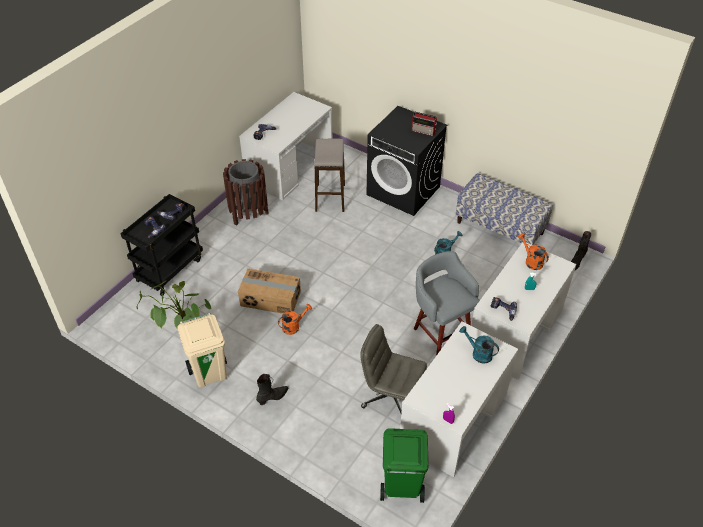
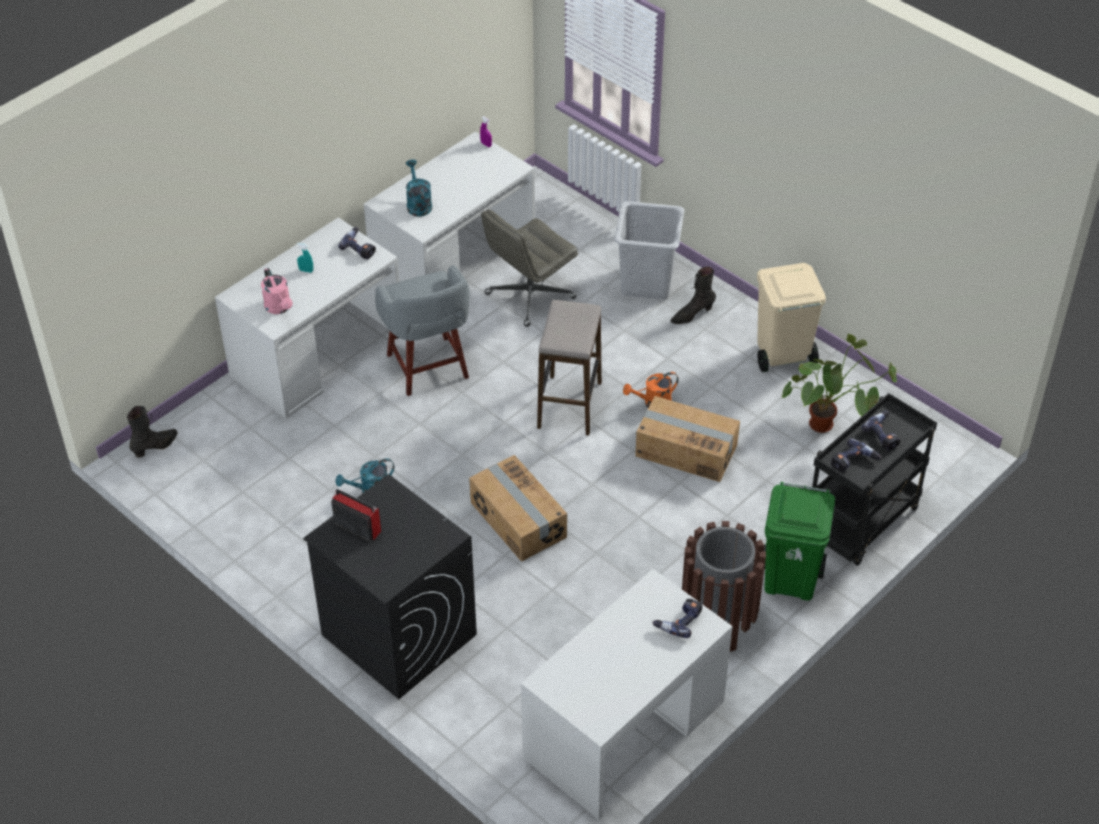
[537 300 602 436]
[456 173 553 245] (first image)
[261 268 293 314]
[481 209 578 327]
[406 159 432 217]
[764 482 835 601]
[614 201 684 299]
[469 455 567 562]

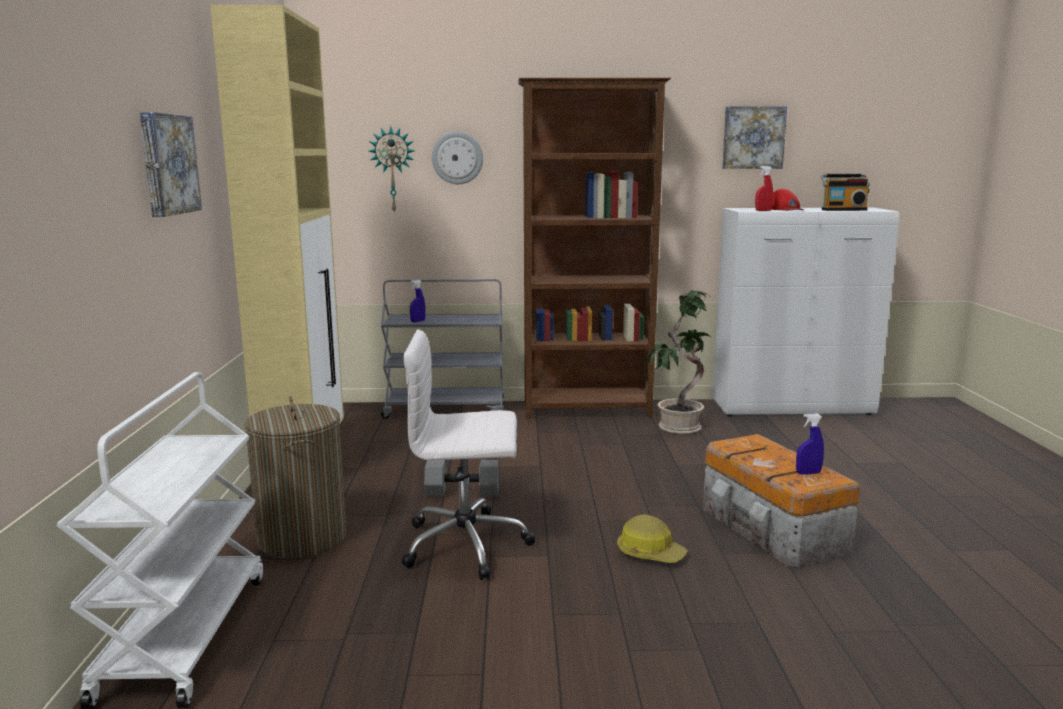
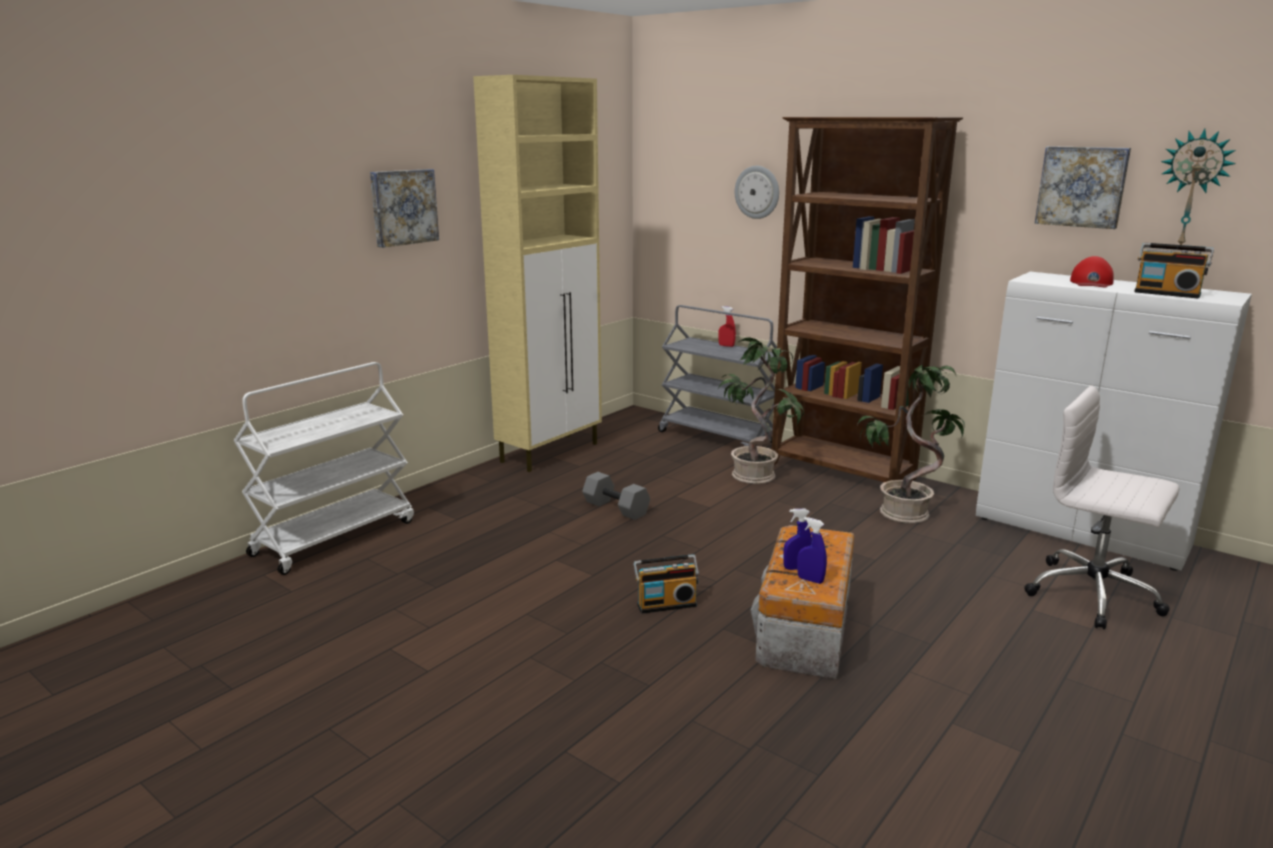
[1161 128 1236 245]
[718 306 736 347]
[783 509 812 570]
[1025 385 1179 629]
[245 396 347 559] (first image)
[634 554 699 614]
[718 338 804 484]

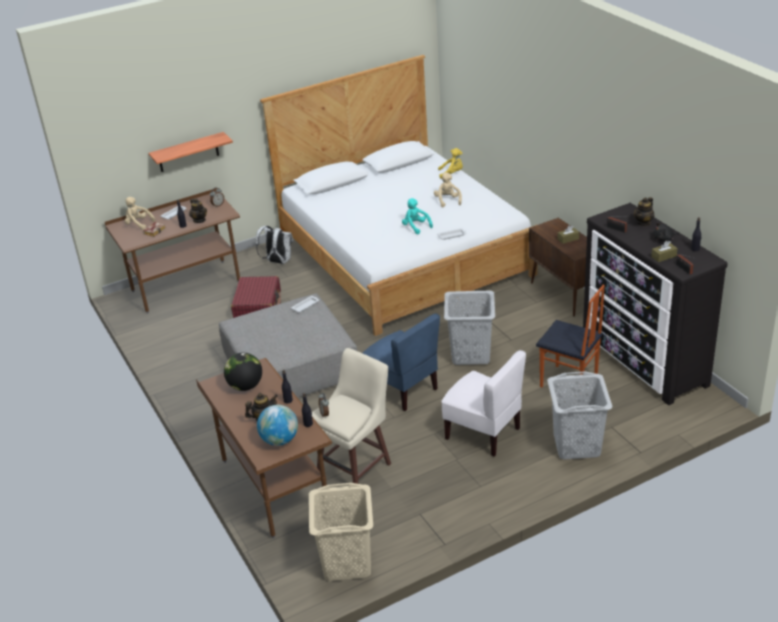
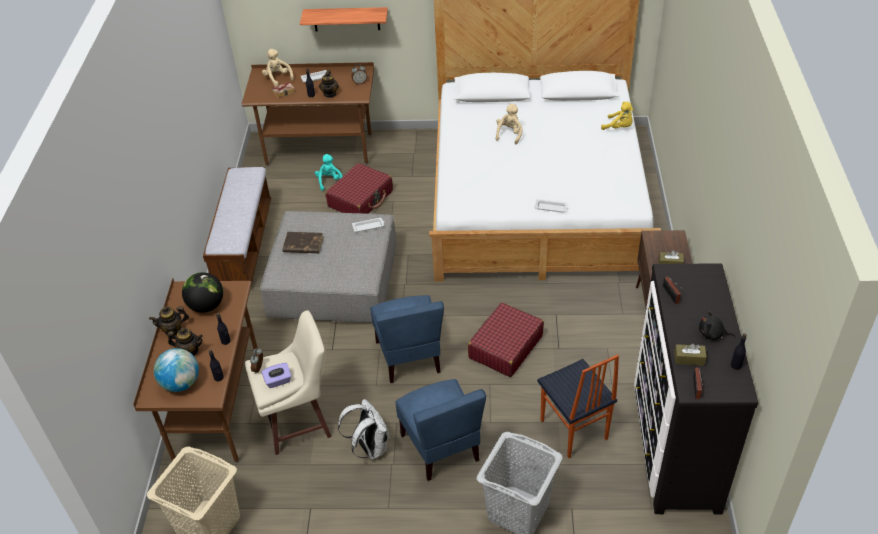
[496 104 523 144]
[149 306 189 335]
[315 154 342 191]
[338 399 390 460]
[468 303 544 377]
[395 379 486 481]
[203 167 271 285]
[282 232 323 253]
[262 363 291 388]

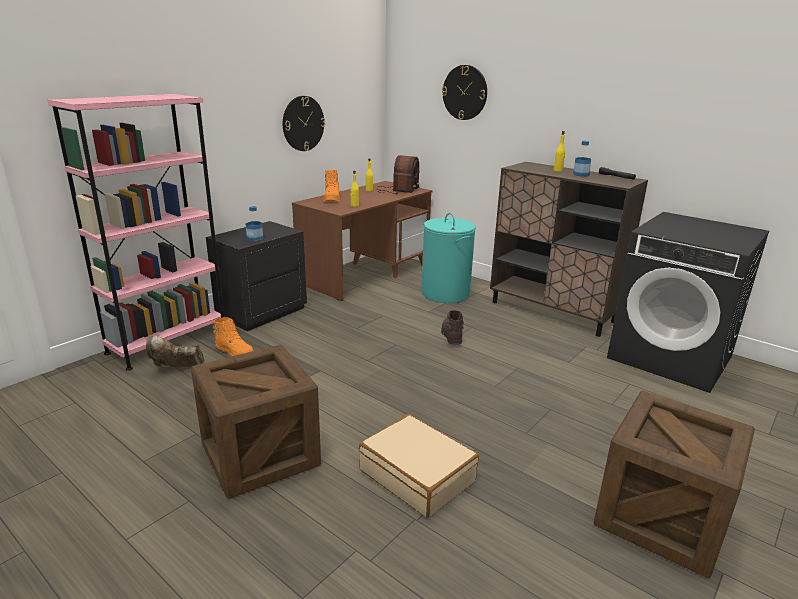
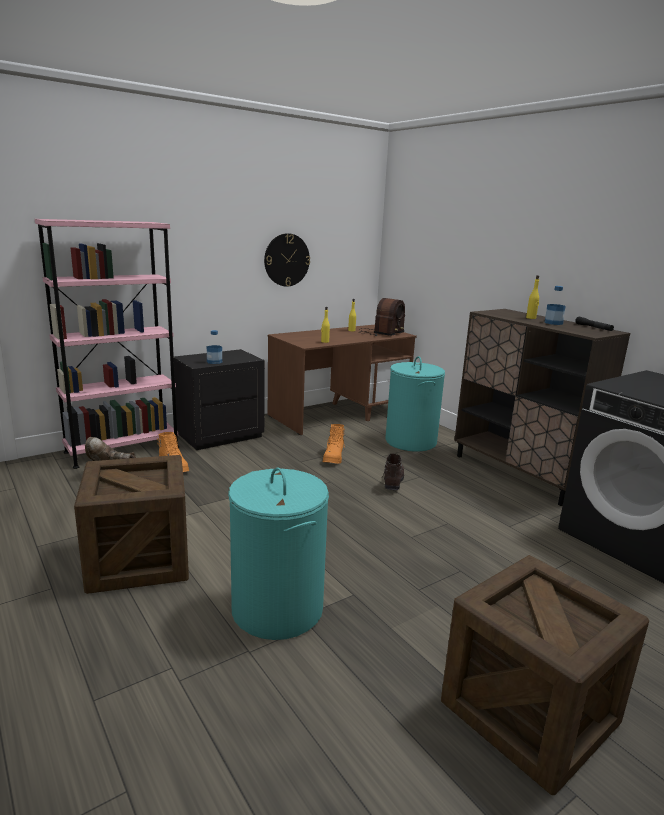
[442 65 487 120] (first image)
[323 424 345 464]
[228 468 329 640]

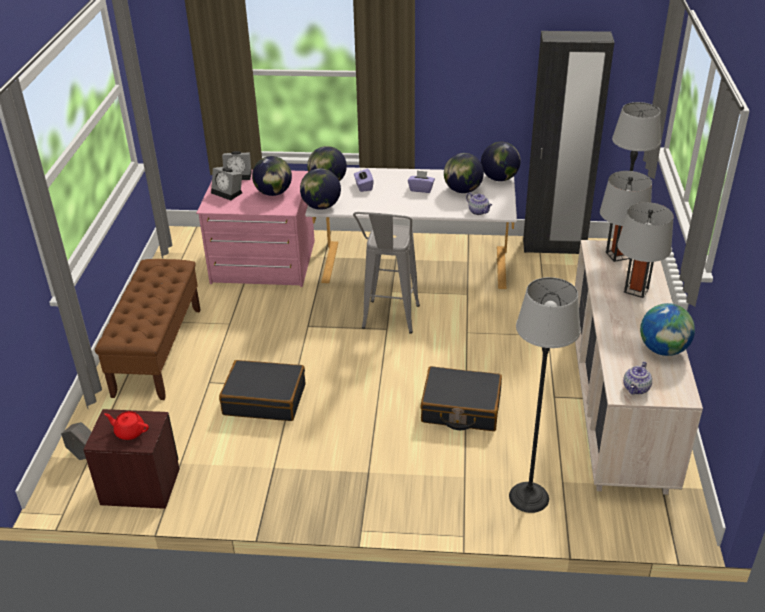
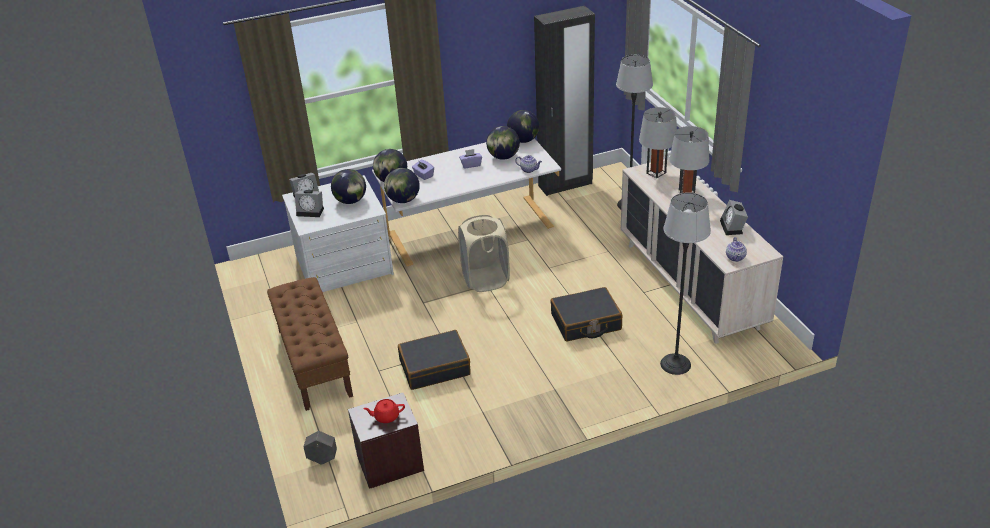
[282 175 394 292]
[458 215 510 292]
[720 200 748 235]

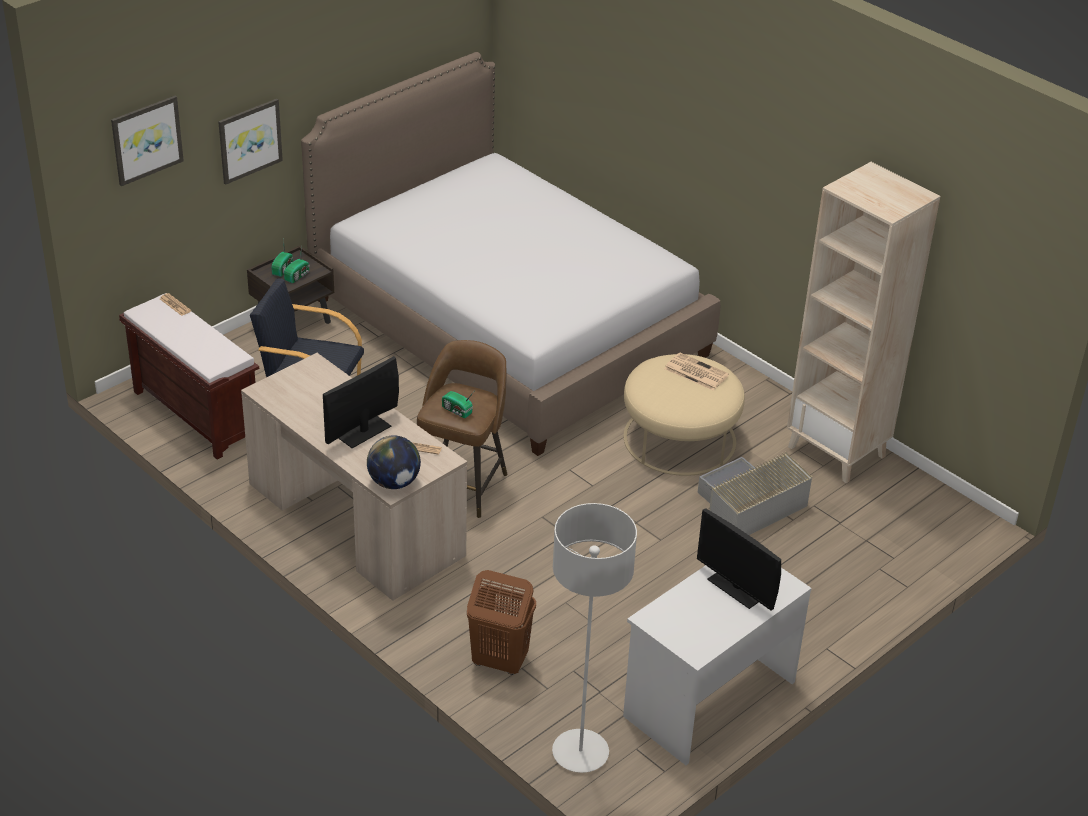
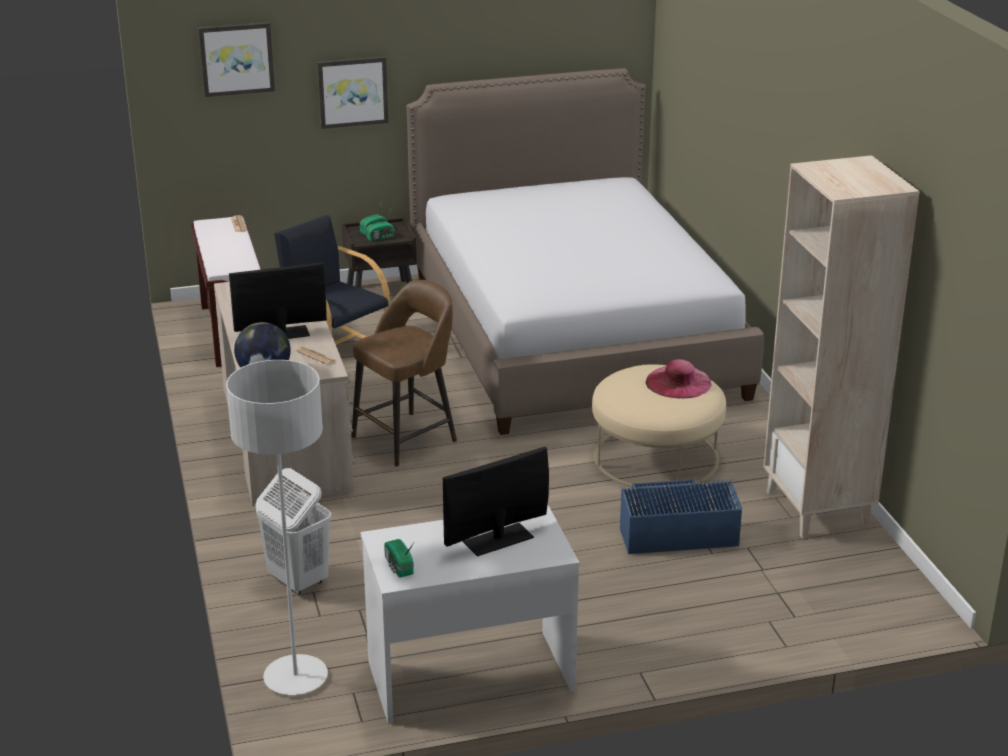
[646 359 711 398]
[384 539 414 578]
[620 478 742 554]
[443 447 549 556]
[255 468 332 594]

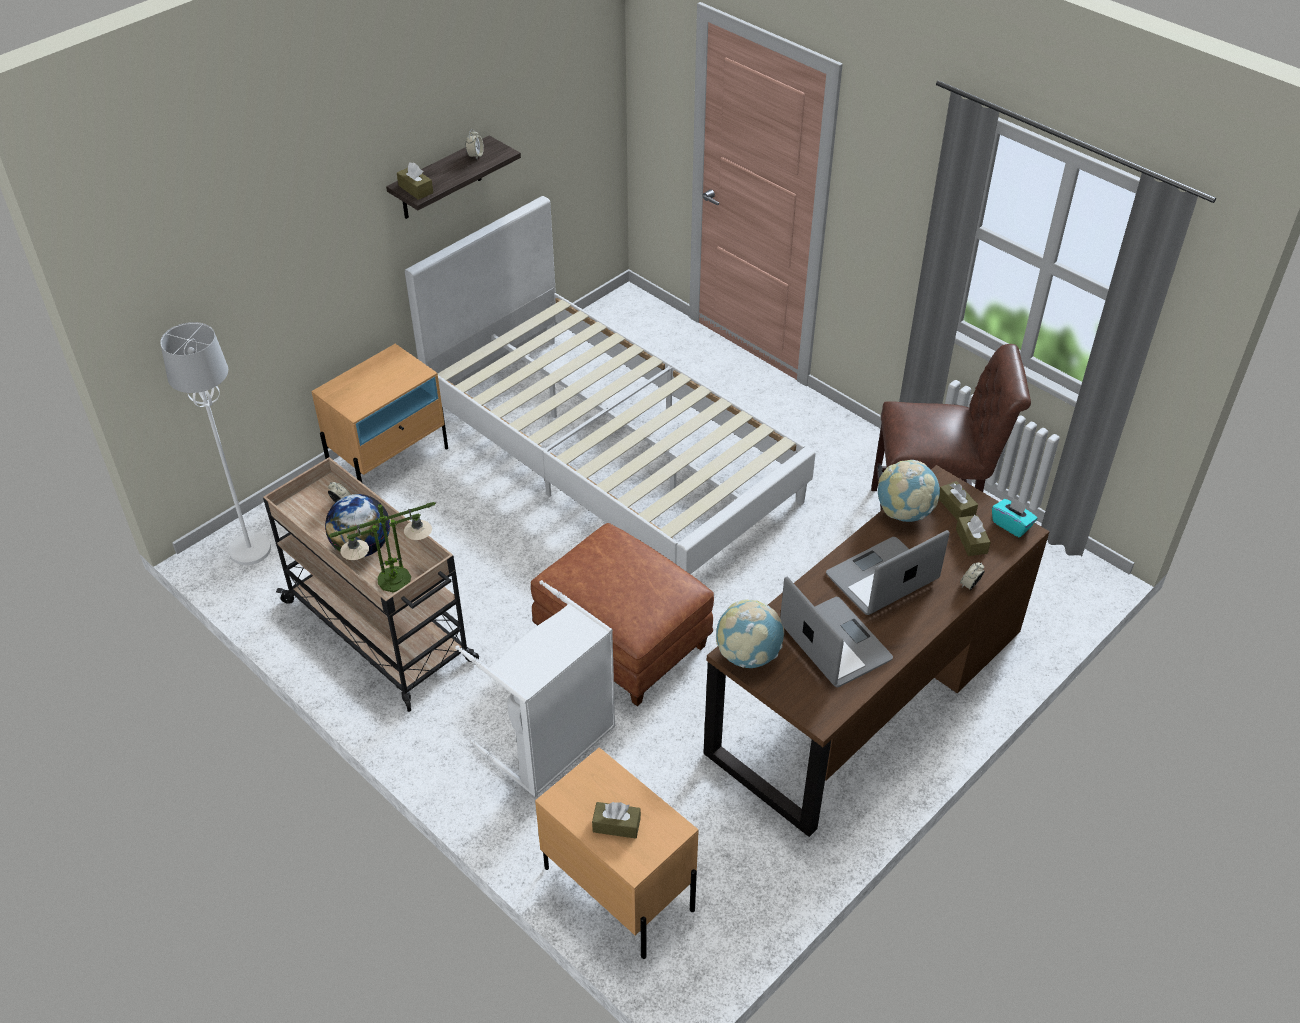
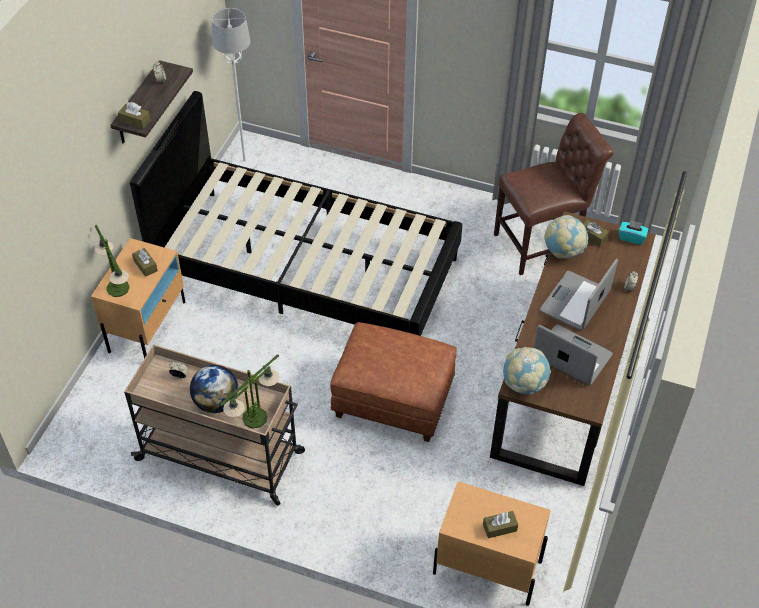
[130 91 462 336]
[212 8 258 169]
[132 248 158 277]
[455 580 616 797] (first image)
[94 225 130 297]

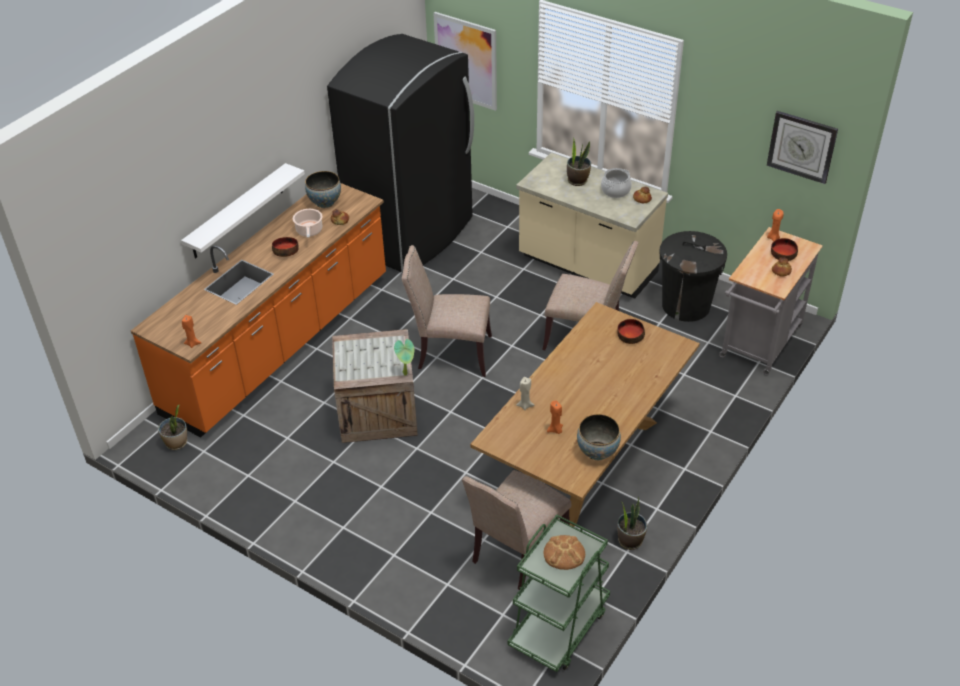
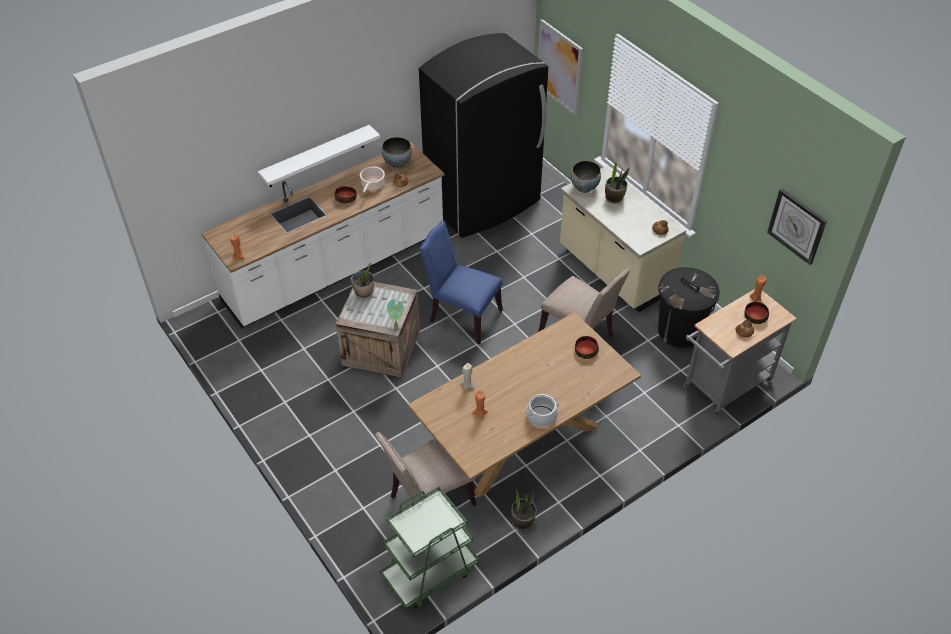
[526 394 559 427]
[201 142 444 328]
[420 221 503 345]
[351 262 374 298]
[571 161 601 193]
[543 535 585 570] (first image)

